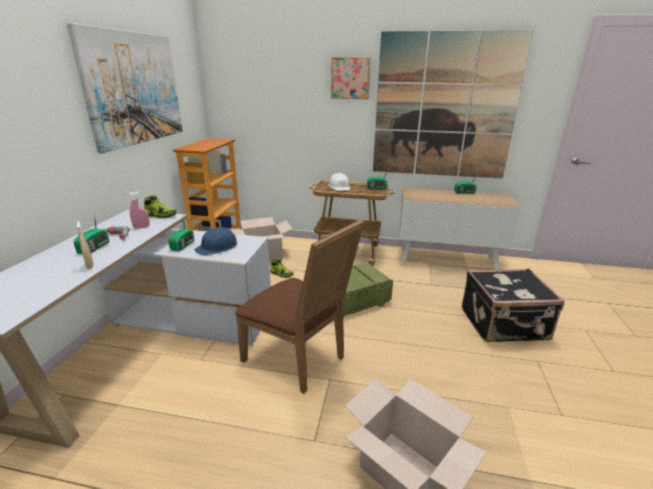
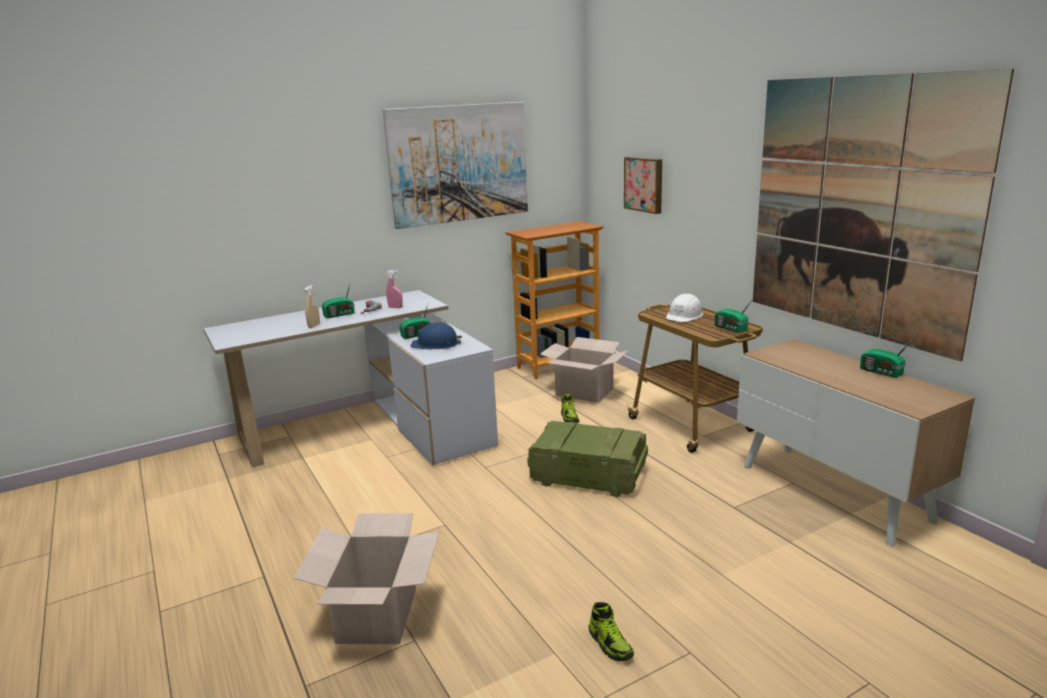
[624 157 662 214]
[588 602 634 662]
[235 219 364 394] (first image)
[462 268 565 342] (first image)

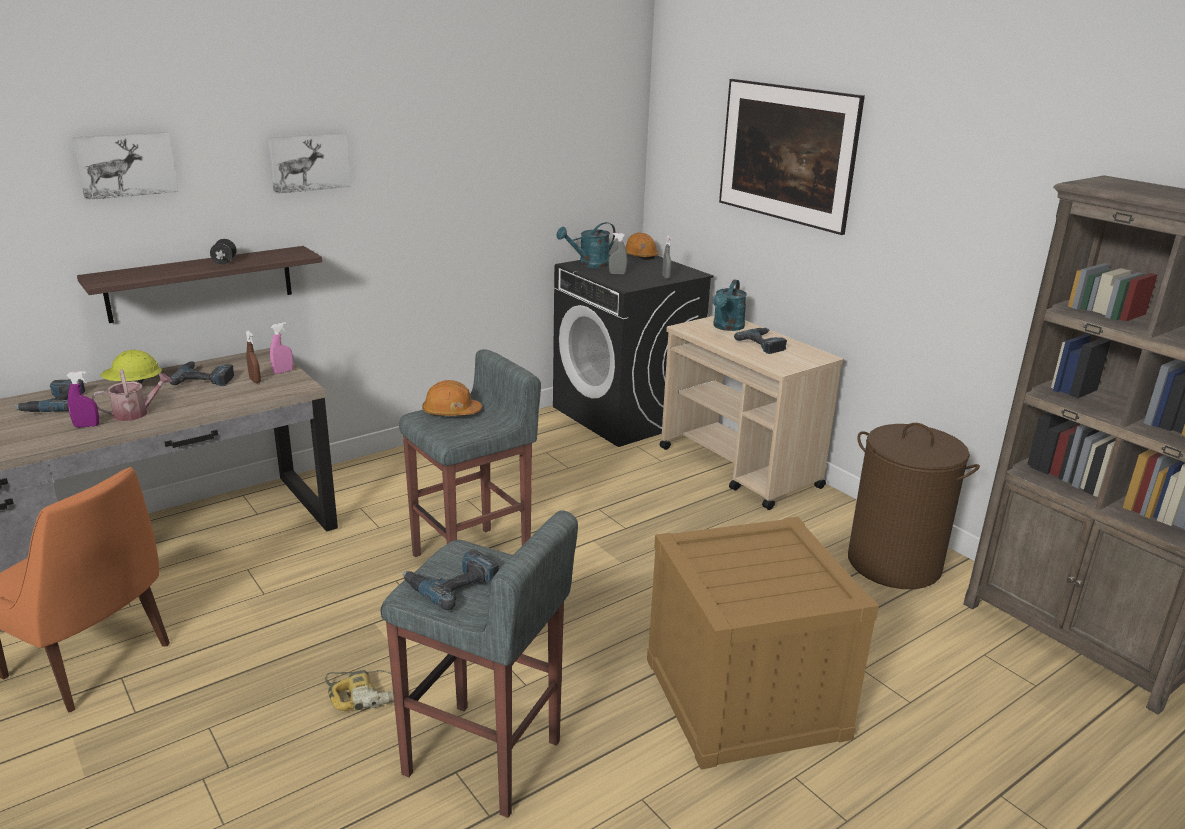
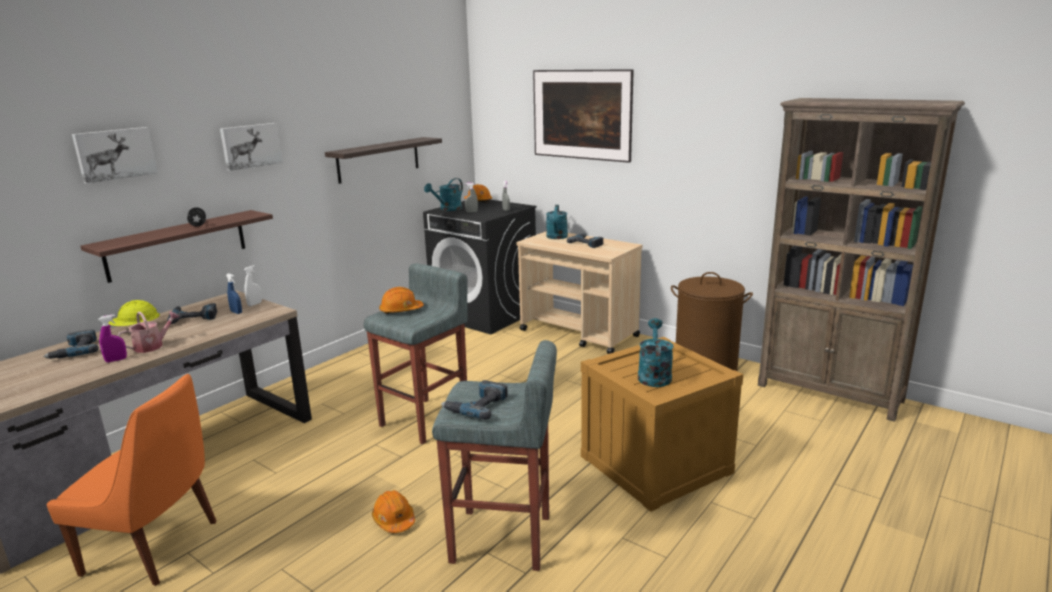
[244 265 262 306]
[226 273 242 314]
[372 490 415 533]
[325 137 442 184]
[638 318 673 387]

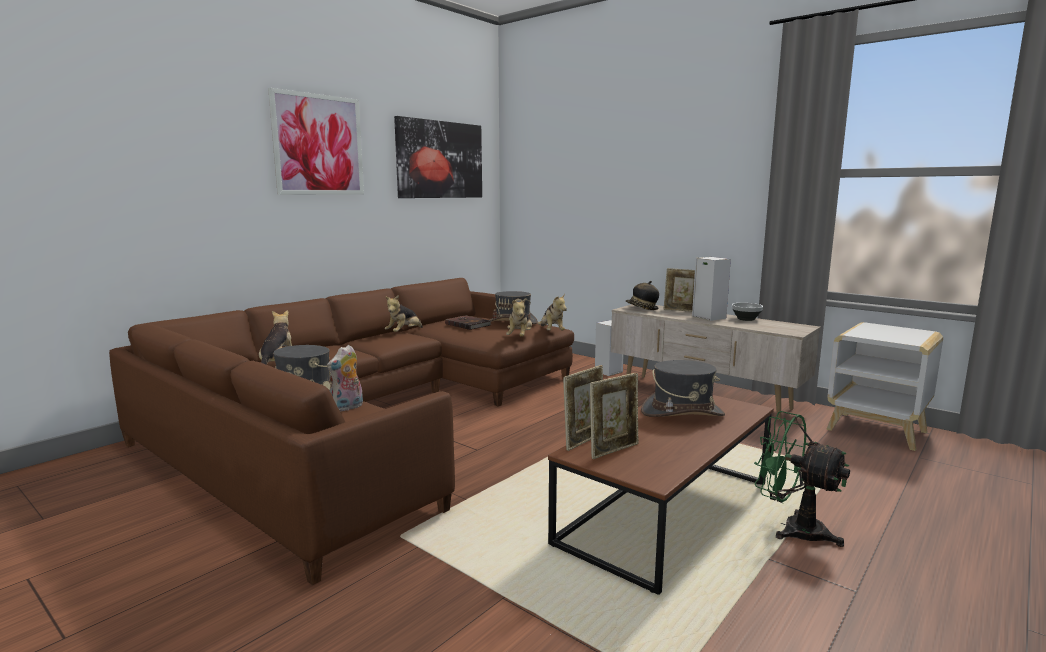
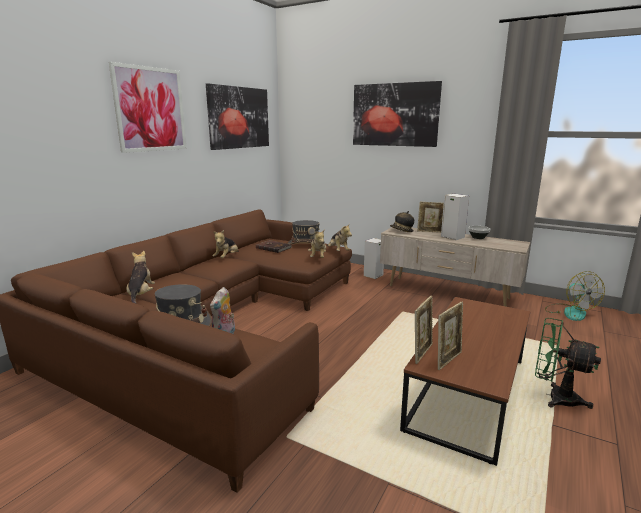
[545 271 605 321]
[641 360 725 417] (first image)
[353 81 442 147]

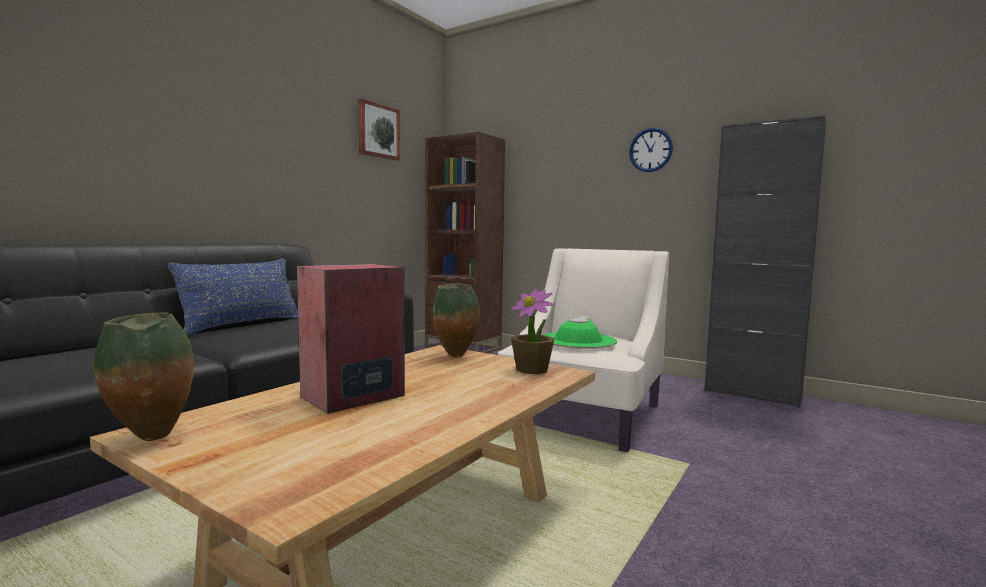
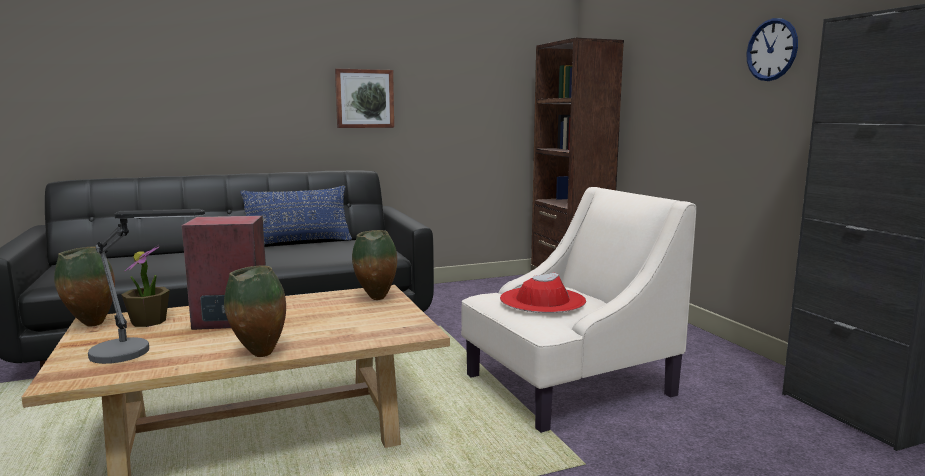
[335 69 394 128]
[121 245 170 327]
[500 272 586 313]
[88 209 205 364]
[224 266 286 357]

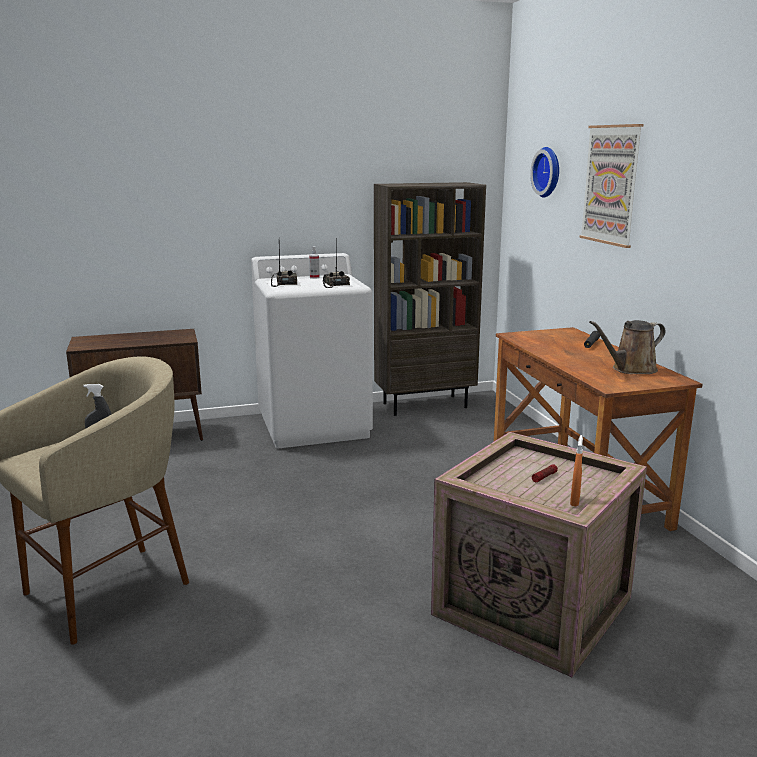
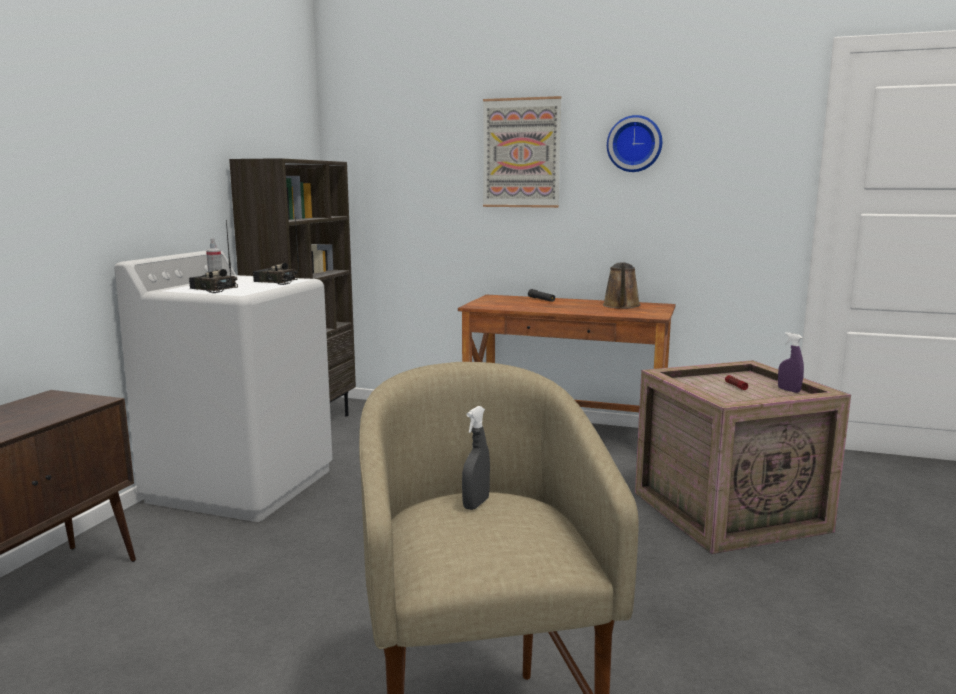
[607 115 662 172]
[778 332 804 393]

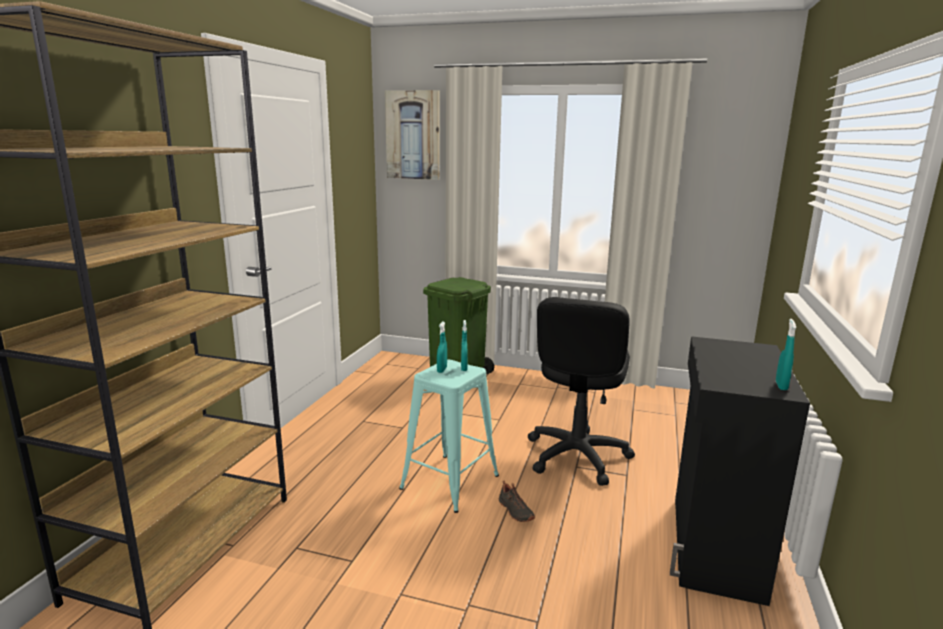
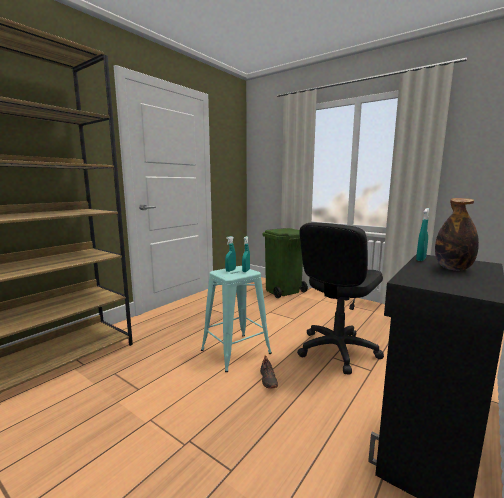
[385 90 440 180] (first image)
[416 208 429 261]
[435 198 479 270]

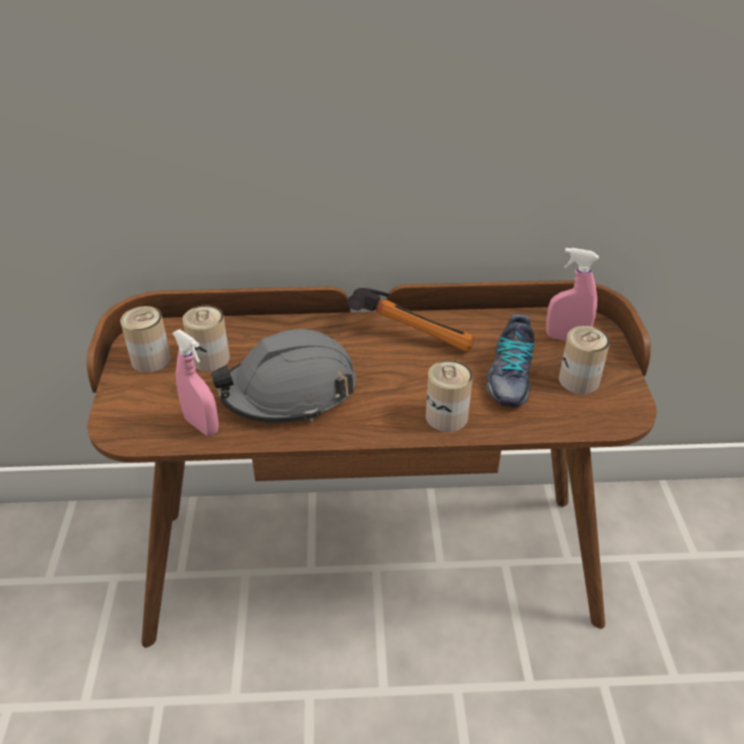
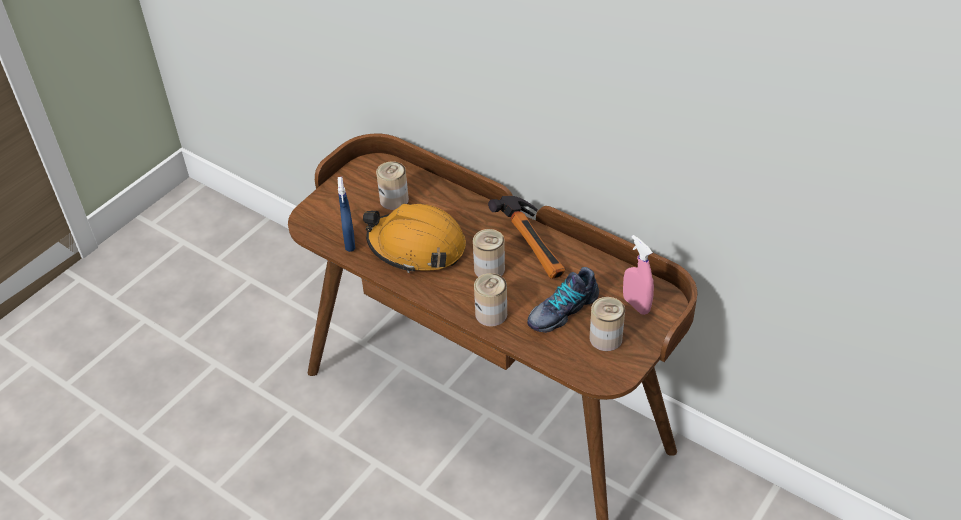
[473 229 505 277]
[338 177 355 252]
[363 204 466 273]

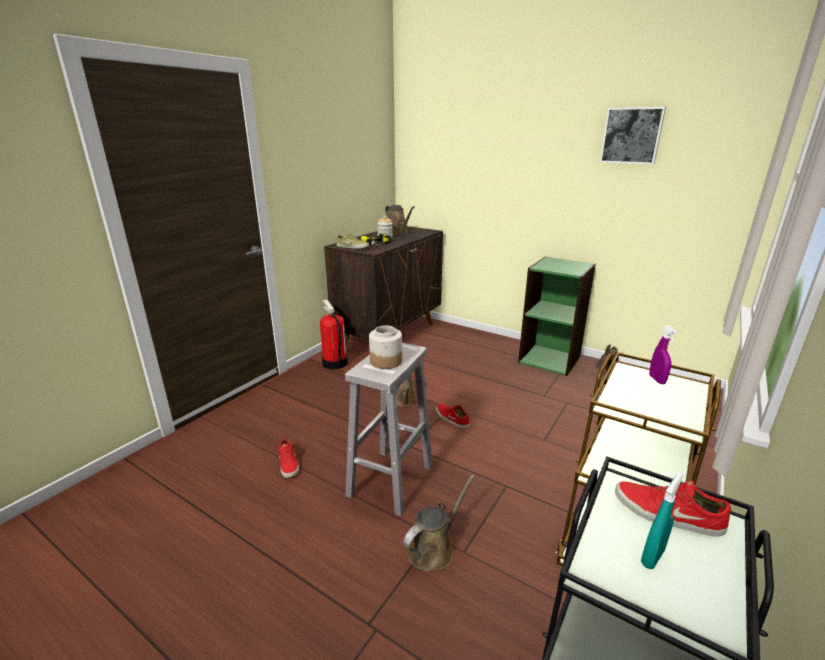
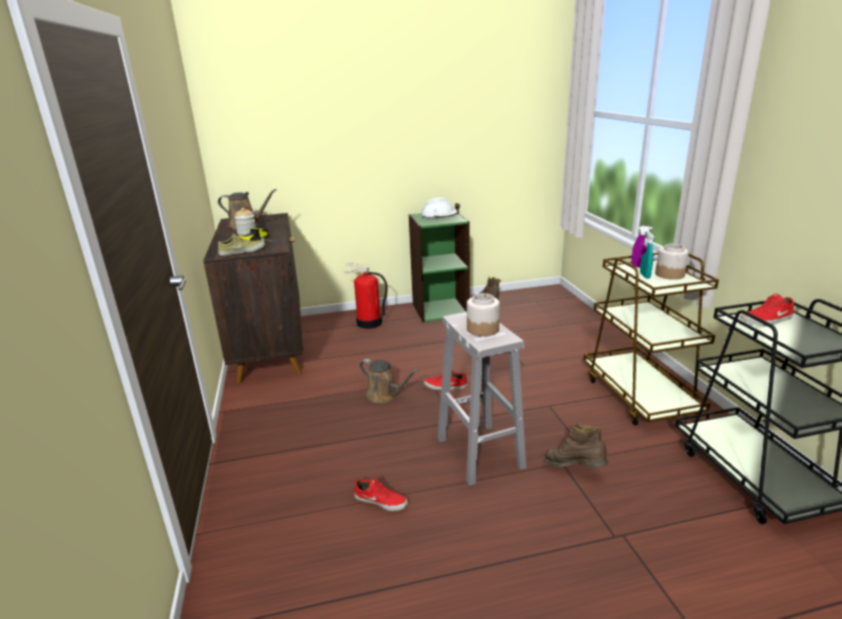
[600 107 666 164] (first image)
[344 263 388 329]
[640 232 654 279]
[544 424 608 467]
[421 198 460 219]
[655 244 689 280]

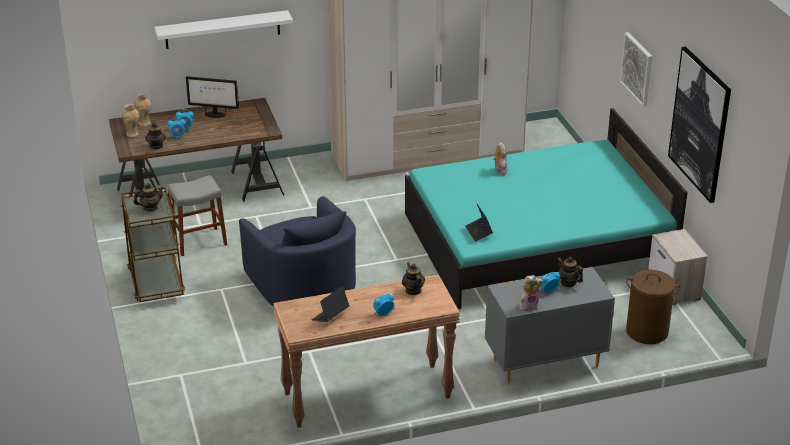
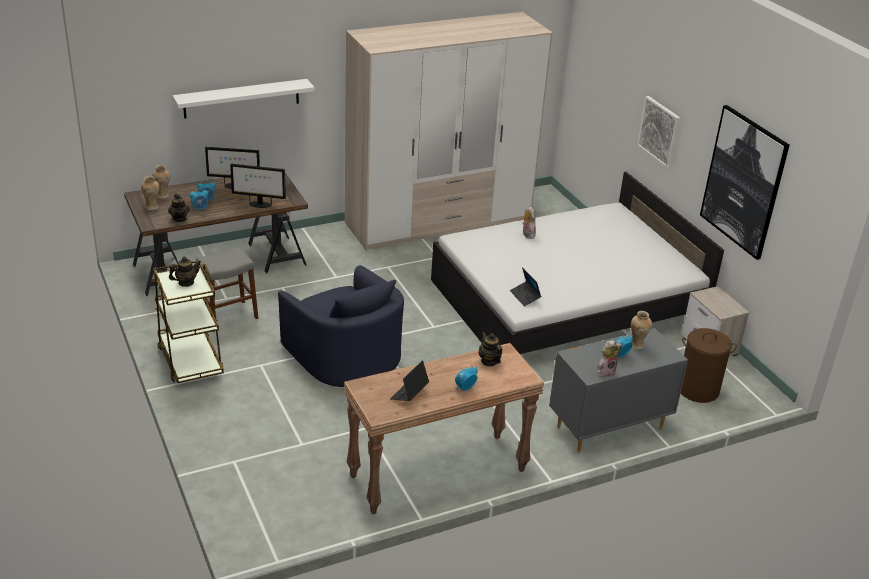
[431 172 724 354]
[631 311 652 350]
[230 164 286 208]

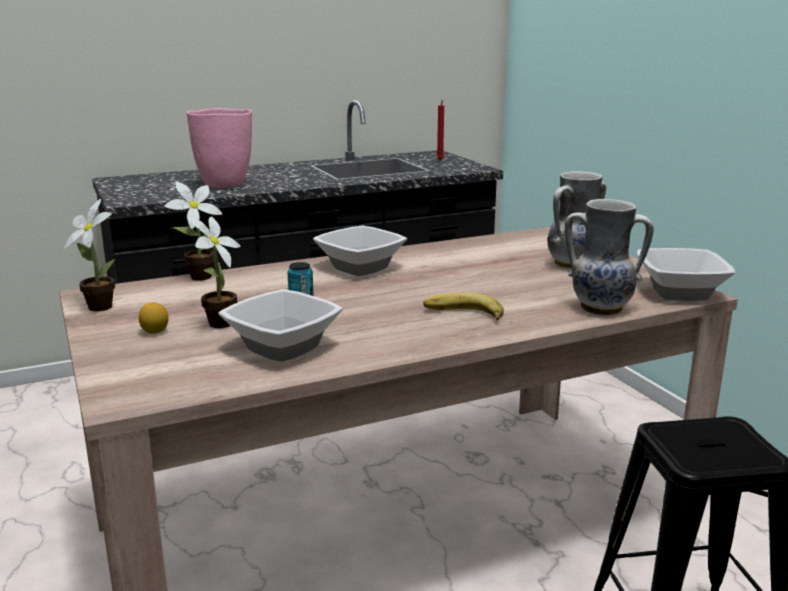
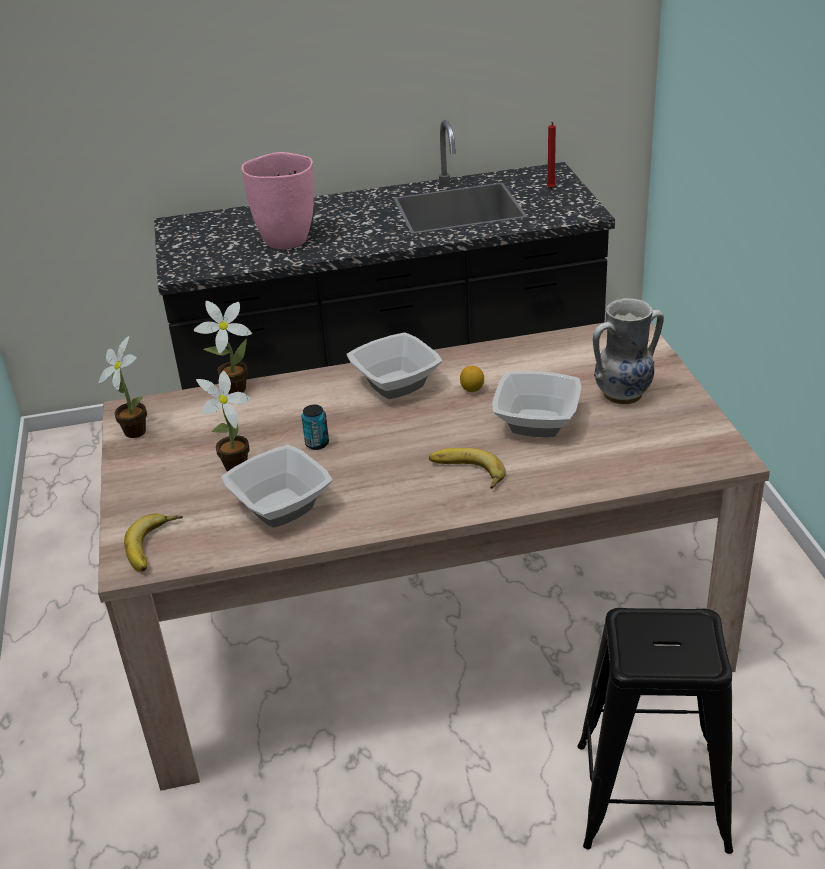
[565 199 654 315] (first image)
[492 371 582 437]
[460 366 484 392]
[124 514 183 572]

